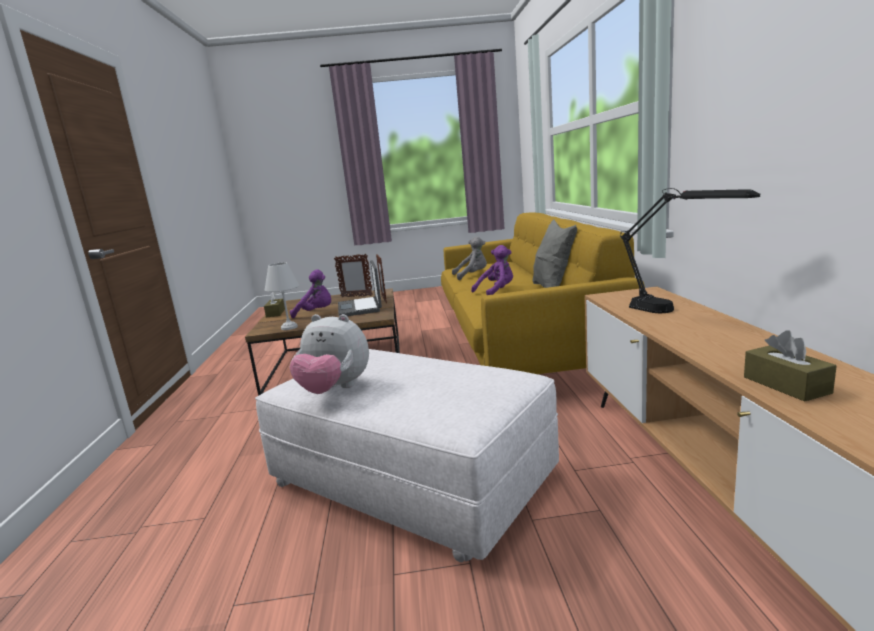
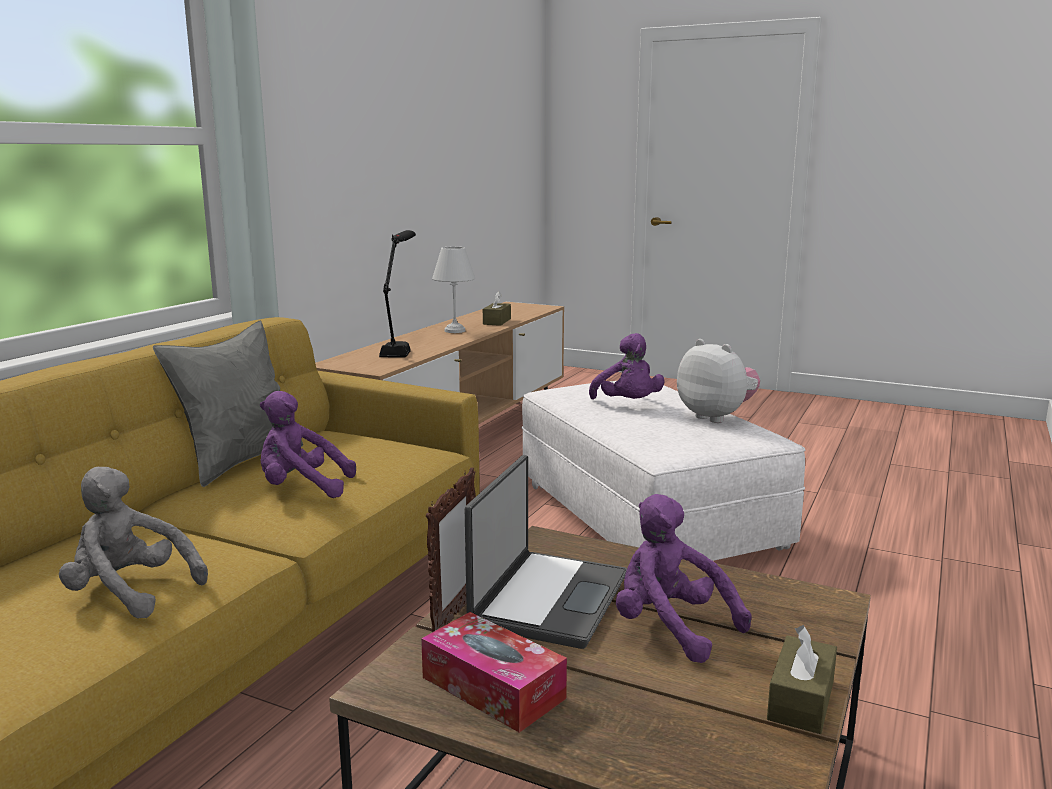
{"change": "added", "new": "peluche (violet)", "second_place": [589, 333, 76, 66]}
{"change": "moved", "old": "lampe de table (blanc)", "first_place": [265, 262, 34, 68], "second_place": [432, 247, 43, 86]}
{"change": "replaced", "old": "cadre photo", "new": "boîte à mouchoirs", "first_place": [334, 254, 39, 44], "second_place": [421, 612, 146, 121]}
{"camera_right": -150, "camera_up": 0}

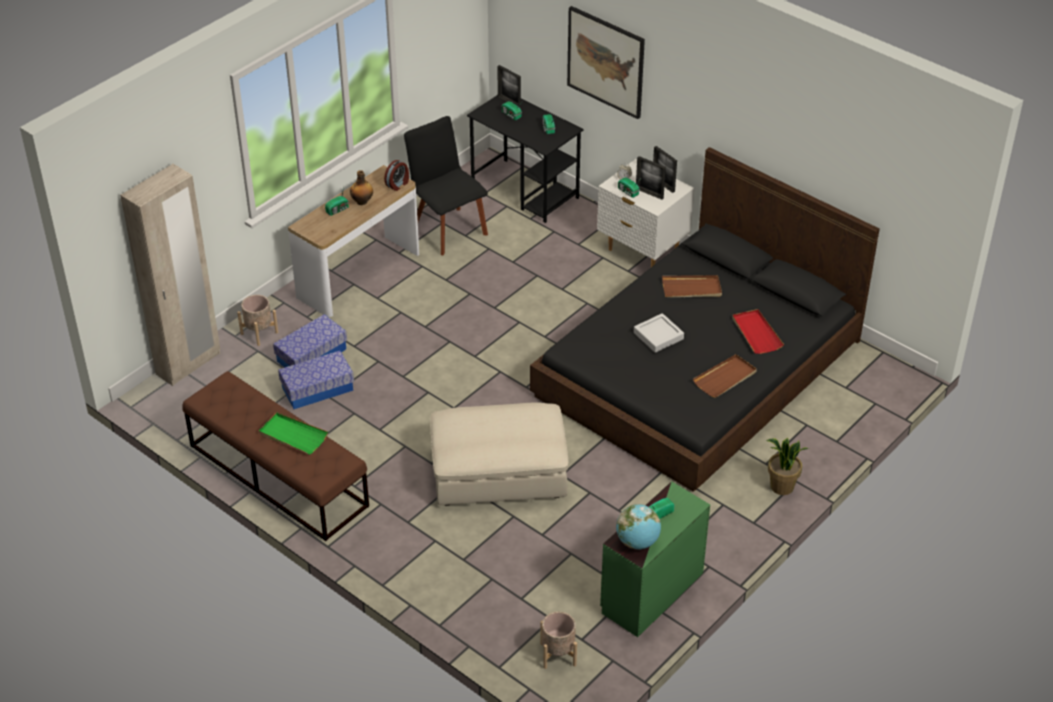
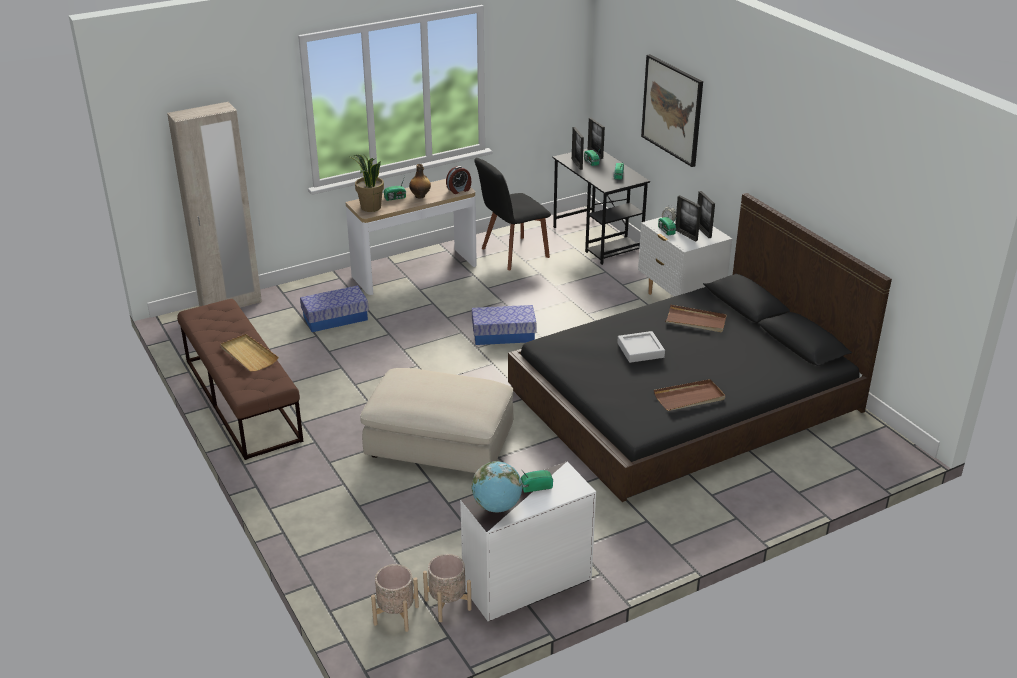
{"change": "removed", "old": "plateau (rouge)", "first_place": [732, 309, 52, 45]}
{"change": "added", "new": "cadre photo", "second_place": [572, 127, 12, 43]}
{"change": "moved", "old": "cache-pot (beige)", "first_place": [237, 295, 41, 51], "second_place": [423, 554, 49, 68]}
{"change": "moved", "old": "boîte de rangement", "first_place": [278, 351, 76, 58], "second_place": [472, 305, 65, 40]}
{"change": "moved", "old": "plante en pot", "first_place": [766, 438, 43, 57], "second_place": [349, 155, 35, 57]}
{"change": "recoloured", "old": "plateau (vert)", "new": "plateau (beige)", "first_place": [259, 412, 69, 42], "second_place": [220, 334, 58, 37]}
{"change": "recoloured", "old": "commode (vert)", "new": "commode (blanc)", "first_place": [600, 481, 110, 156], "second_place": [460, 461, 136, 160]}
{"change": "turned", "old": "chaise (noir)", "first_place": [404, 116, 84, 139], "second_place": [474, 158, 77, 112], "degrees": -105}
{"camera_right": 20, "camera_up": -10}

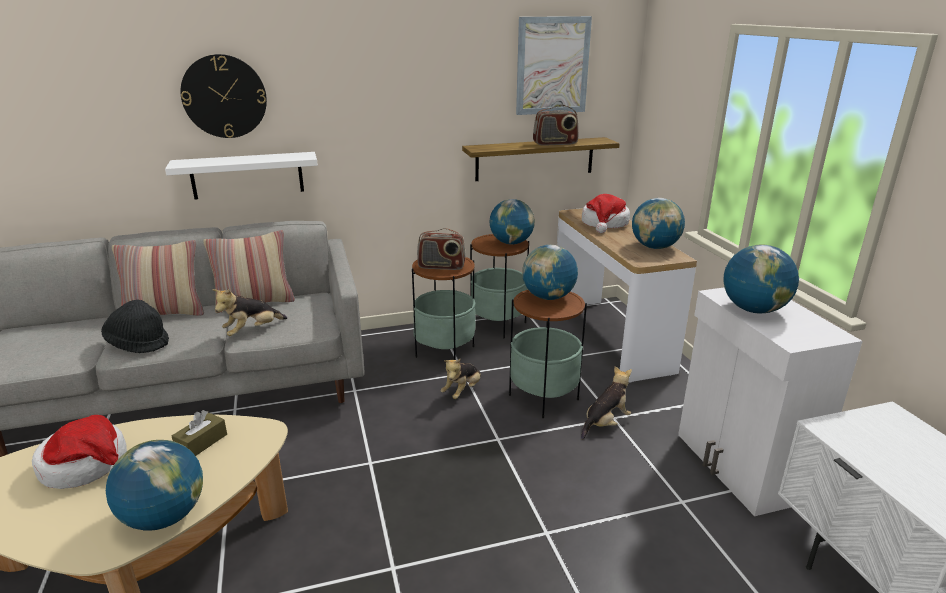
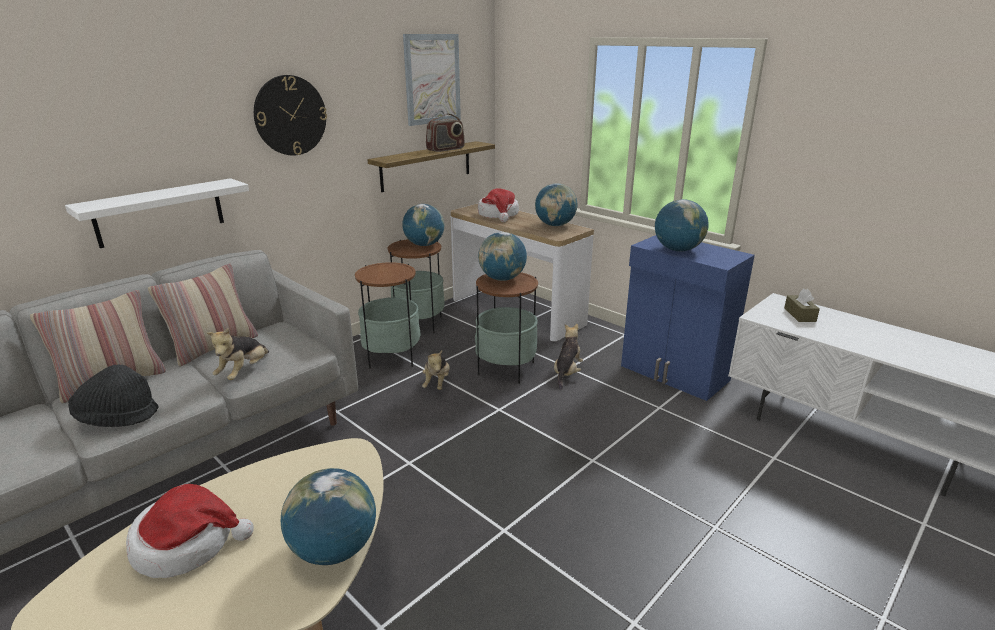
{"change": "removed", "old": "radio", "first_place": [417, 228, 49, 42]}
{"change": "moved", "old": "boîte à mouchoirs (marron)", "first_place": [172, 410, 55, 46], "second_place": [784, 289, 36, 33]}
{"change": "moved", "old": "horloge murale", "first_place": [180, 54, 87, 84], "second_place": [254, 75, 73, 81]}
{"change": "recoloured", "old": "meuble de rangement (blanc)", "new": "meuble de rangement (bleu)", "first_place": [678, 288, 185, 228], "second_place": [621, 235, 134, 166]}
{"camera_right": -30, "camera_up": 0}

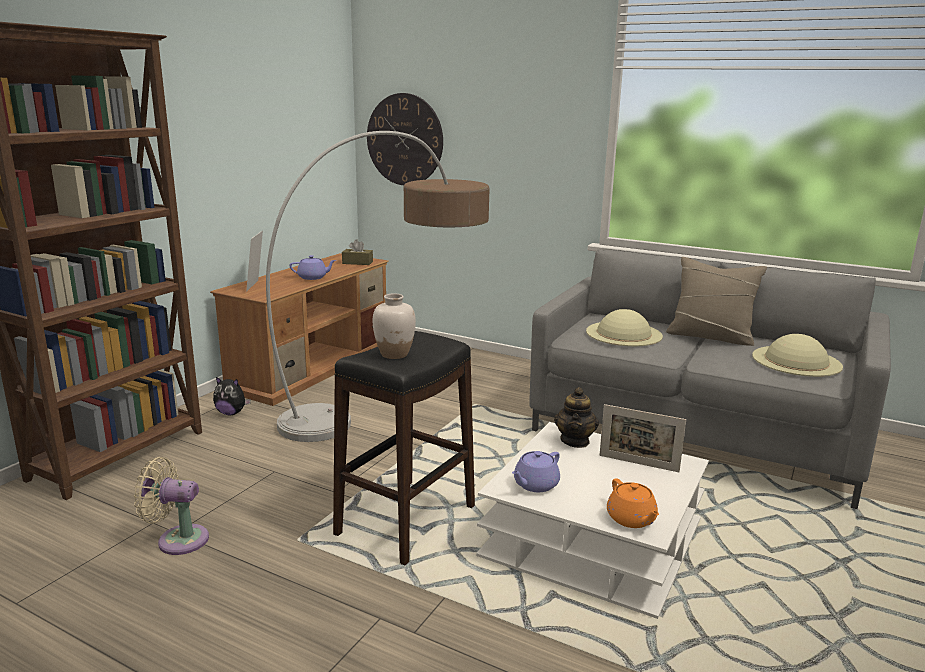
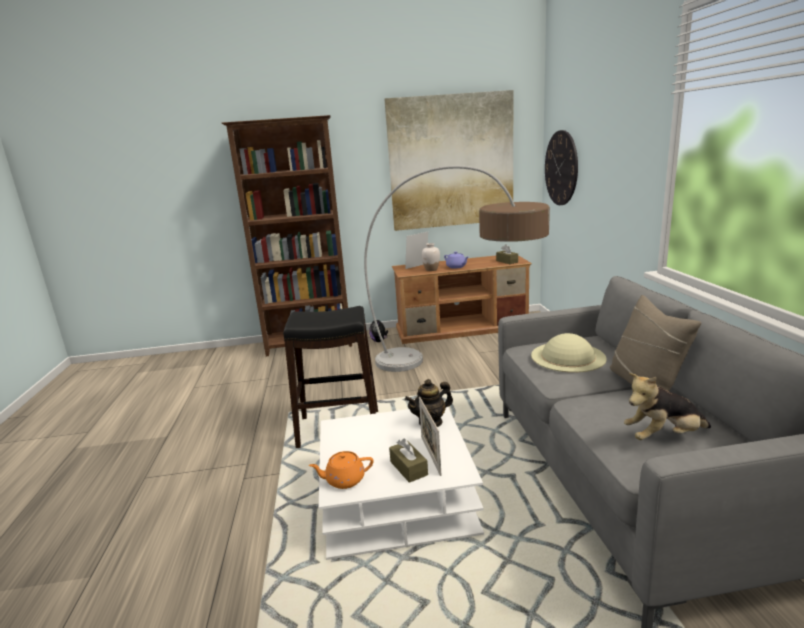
{"change": "removed", "old": "ventilateur (beige)", "first_place": [134, 457, 75, 98]}
{"change": "removed", "old": "théière (violet)", "first_place": [512, 451, 48, 41]}
{"change": "added", "new": "tableau", "second_place": [384, 90, 129, 141]}
{"change": "added", "new": "boîte à mouchoirs (marron)", "second_place": [389, 439, 39, 44]}
{"change": "moved", "old": "vase (blanc)", "first_place": [373, 293, 43, 66], "second_place": [422, 243, 18, 28]}
{"change": "replaced", "old": "chapeau (beige)", "new": "peluche", "first_place": [752, 334, 91, 43], "second_place": [624, 373, 87, 67]}
{"change": "turned", "old": "théière (orange)", "first_place": [607, 478, 52, 50], "second_place": [309, 451, 65, 38], "degrees": 45}
{"camera_right": 55, "camera_up": 0}

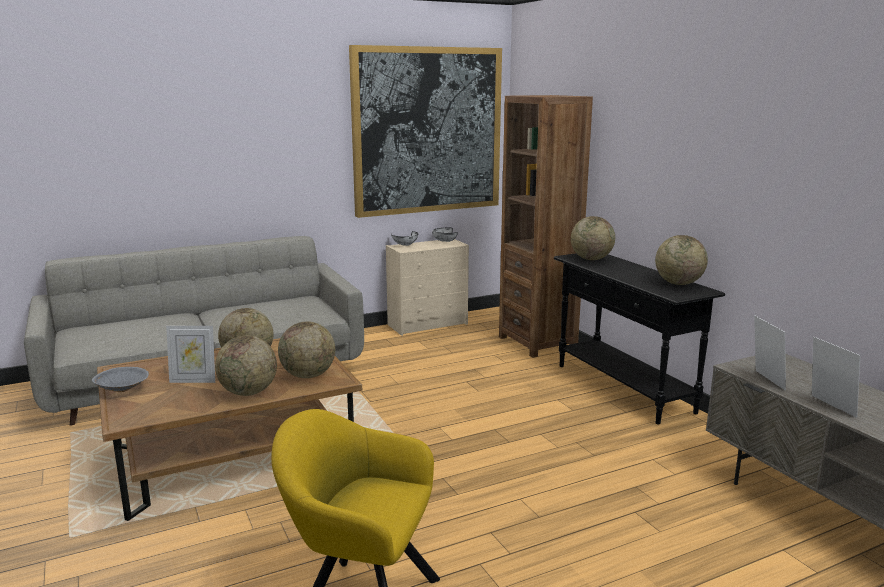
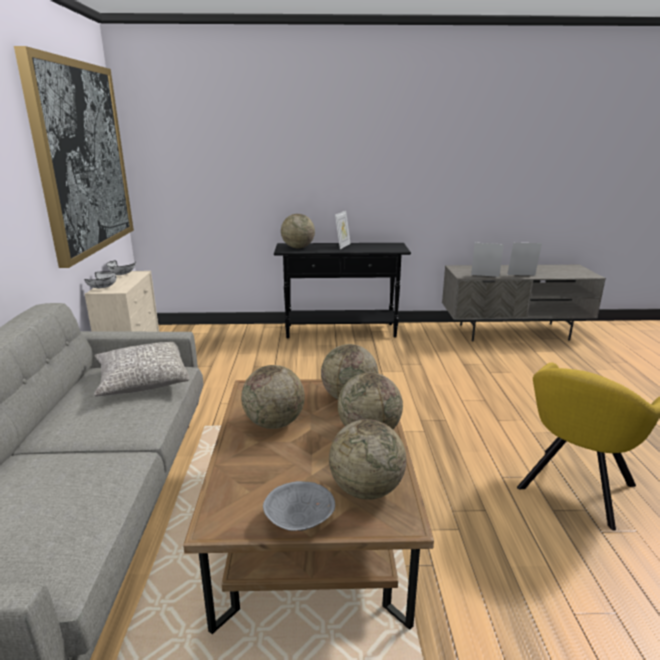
{"change": "removed", "old": "bibliothèque (marron)", "first_place": [499, 95, 94, 263]}
{"change": "added", "new": "coussin (gris)", "second_place": [94, 342, 96, 55]}
{"change": "moved", "old": "cadre photo", "first_place": [166, 326, 49, 57], "second_place": [335, 211, 16, 38]}
{"change": "moved", "old": "globe", "first_place": [655, 235, 53, 50], "second_place": [329, 419, 78, 81]}
{"camera_right": -65, "camera_up": 5}

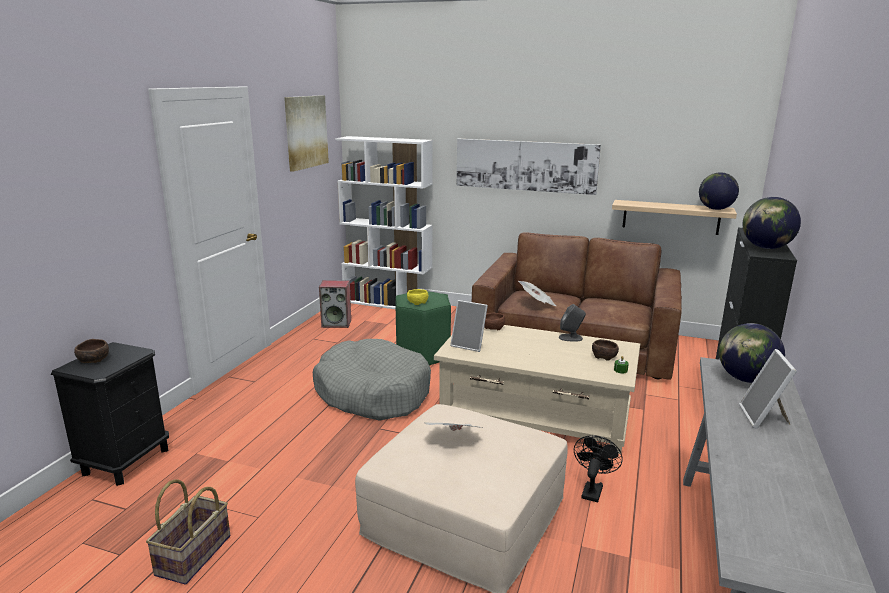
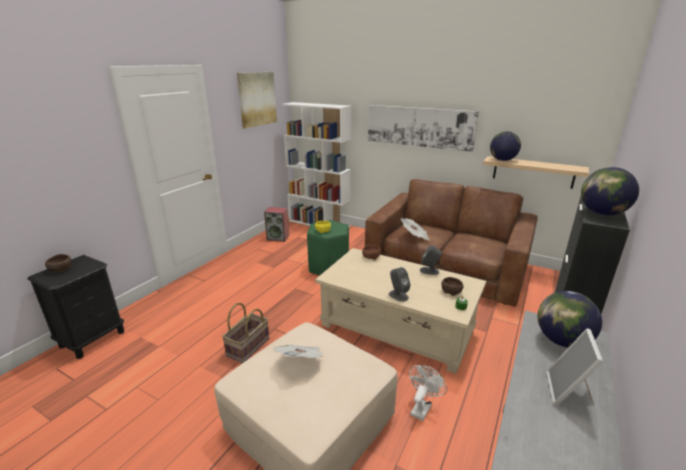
{"change": "removed", "old": "panier pour chien (gris)", "first_place": [313, 339, 118, 82]}
{"change": "removed", "old": "cadre photo", "first_place": [450, 300, 38, 52]}
{"change": "added", "new": "enceinte (gris)", "second_place": [389, 267, 21, 35]}
{"change": "moved", "old": "panier", "first_place": [146, 479, 85, 105], "second_place": [222, 303, 47, 60]}
{"change": "moved", "old": "globe", "first_place": [699, 172, 40, 38], "second_place": [490, 131, 31, 30]}
{"change": "recoloured", "old": "ventilateur (noir)", "new": "ventilateur (blanc)", "first_place": [574, 435, 49, 67], "second_place": [409, 365, 38, 56]}
{"camera_right": 10, "camera_up": 5}

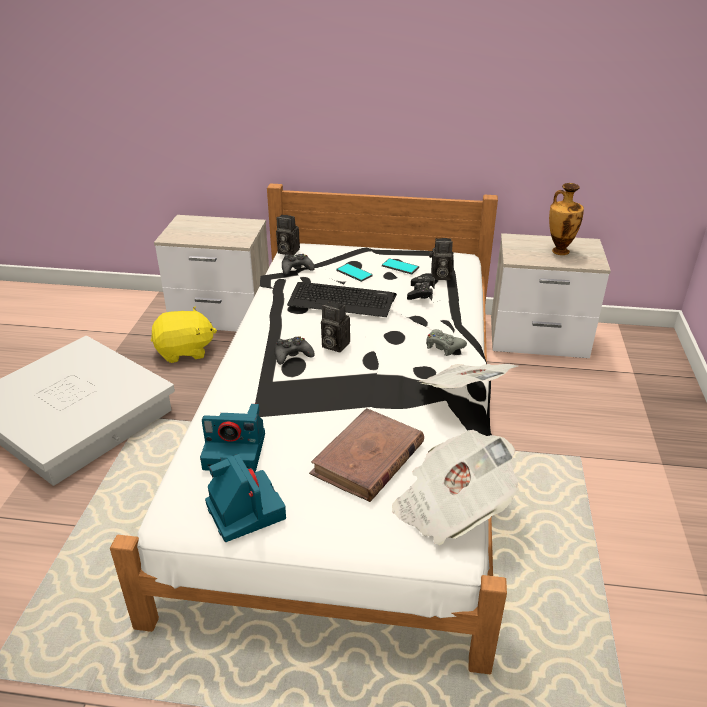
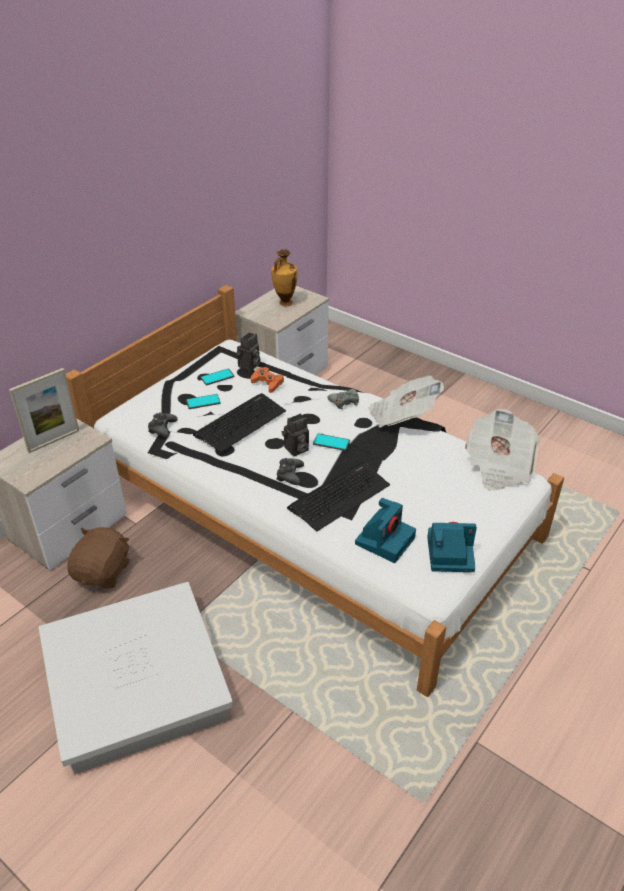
{"change": "removed", "old": "appareil photo", "first_place": [276, 215, 24, 41]}
{"change": "removed", "old": "livre (marron)", "first_place": [309, 408, 115, 94]}
{"change": "added", "new": "cadre photo", "second_place": [9, 368, 70, 85]}
{"change": "added", "new": "clavier", "second_place": [287, 462, 103, 69]}
{"change": "added", "new": "téléphone", "second_place": [313, 434, 37, 17]}
{"change": "recoloured", "old": "peluche (jaune)", "new": "peluche (marron)", "first_place": [151, 307, 66, 56], "second_place": [67, 527, 63, 61]}
{"change": "recoloured", "old": "manette (noir)", "new": "manette (orange)", "first_place": [407, 275, 28, 25], "second_place": [251, 367, 33, 26]}
{"camera_right": -60, "camera_up": 5}

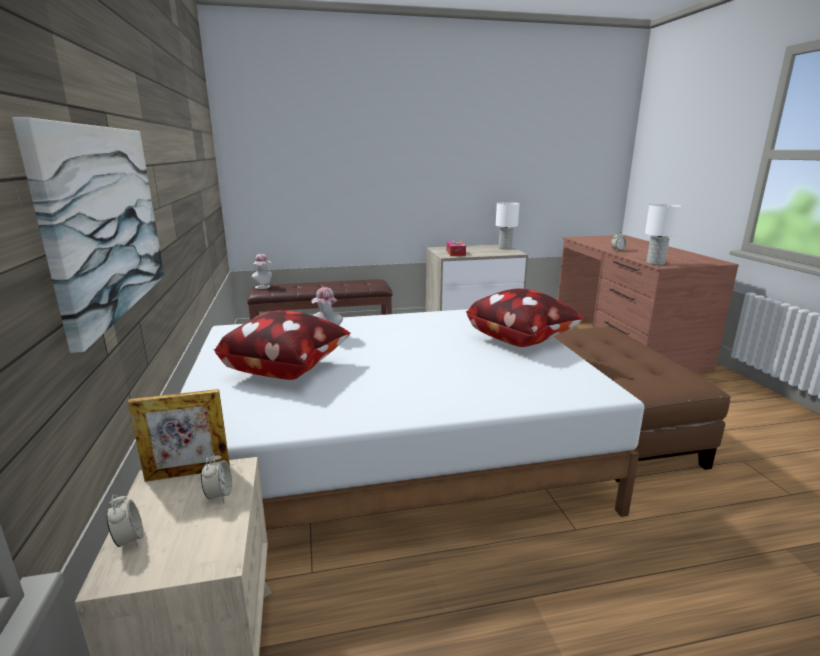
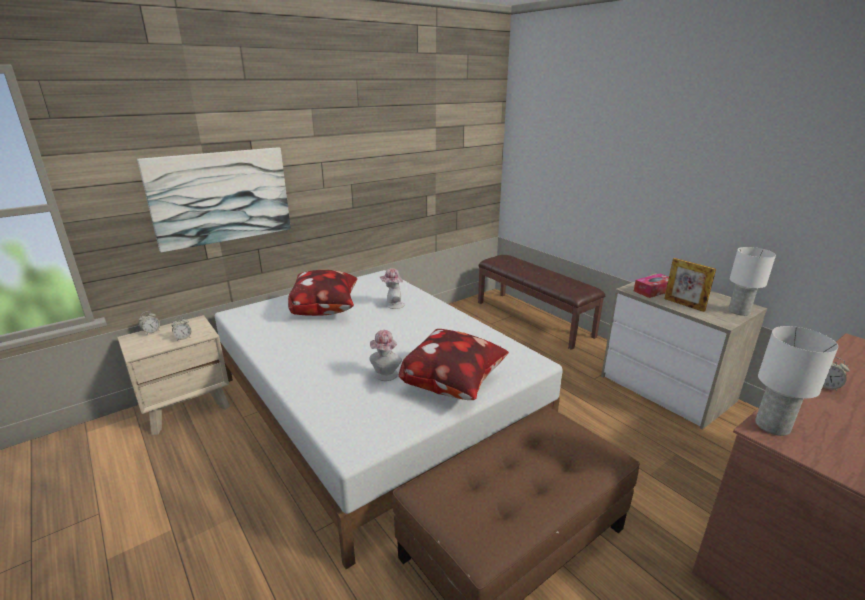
{"change": "moved", "old": "cadre photo", "first_place": [128, 389, 102, 93], "second_place": [664, 258, 52, 54]}
{"change": "moved", "old": "chapeau", "first_place": [251, 254, 21, 35], "second_place": [369, 330, 33, 51]}
{"camera_right": 65, "camera_up": 5}

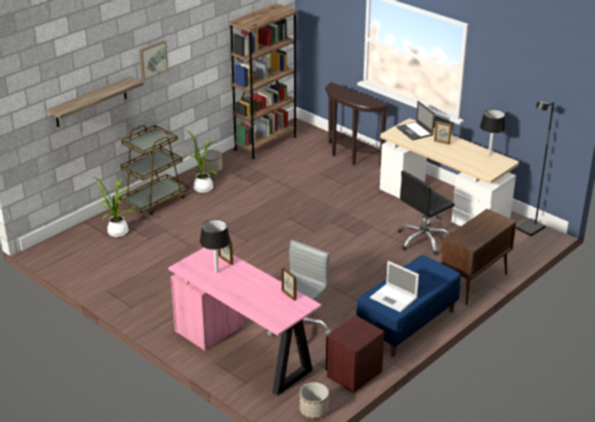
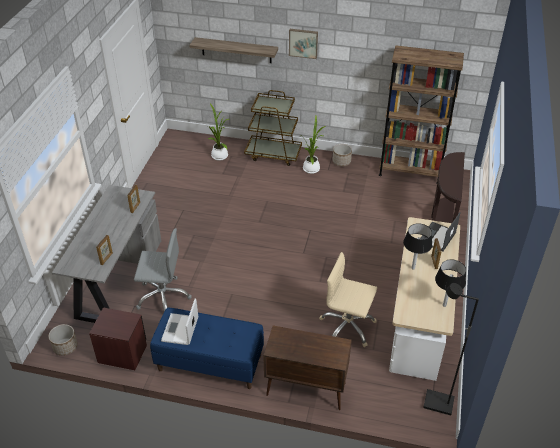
{"change": "moved", "old": "lampe de table (noir)", "first_place": [200, 219, 31, 54], "second_place": [403, 223, 29, 47]}
{"change": "recoloured", "old": "bureau (rose)", "new": "bureau (gris)", "first_place": [168, 248, 154, 148], "second_place": [52, 185, 109, 138]}
{"change": "recoloured", "old": "chaise de bureau (noir)", "new": "chaise de bureau (beige)", "first_place": [398, 171, 57, 84], "second_place": [319, 252, 58, 95]}
{"camera_right": 60, "camera_up": 10}

